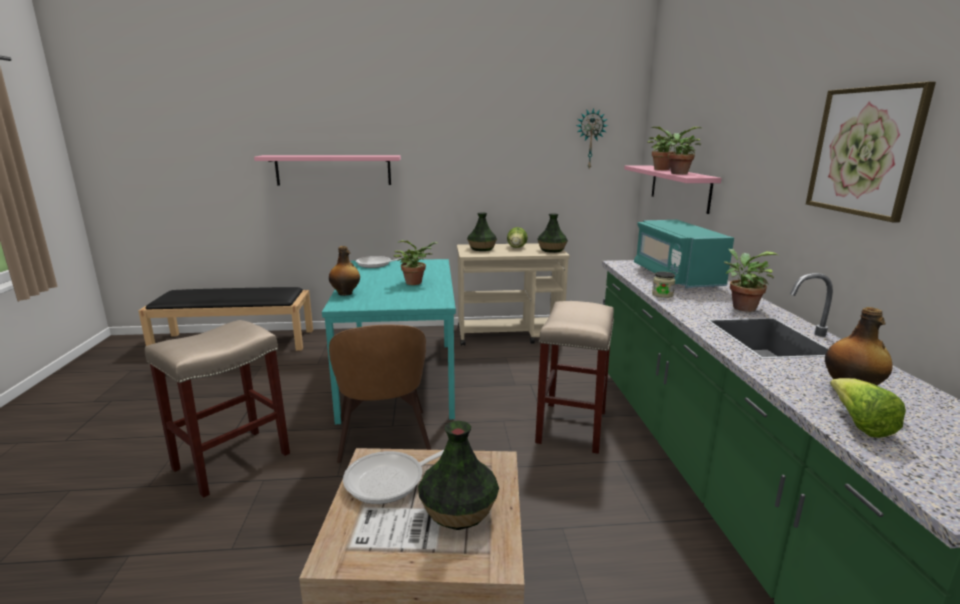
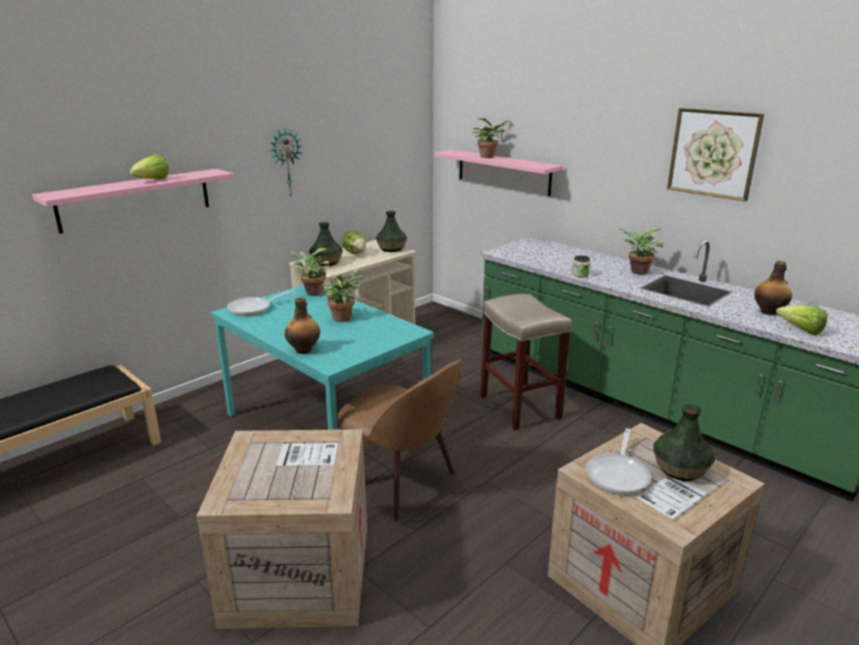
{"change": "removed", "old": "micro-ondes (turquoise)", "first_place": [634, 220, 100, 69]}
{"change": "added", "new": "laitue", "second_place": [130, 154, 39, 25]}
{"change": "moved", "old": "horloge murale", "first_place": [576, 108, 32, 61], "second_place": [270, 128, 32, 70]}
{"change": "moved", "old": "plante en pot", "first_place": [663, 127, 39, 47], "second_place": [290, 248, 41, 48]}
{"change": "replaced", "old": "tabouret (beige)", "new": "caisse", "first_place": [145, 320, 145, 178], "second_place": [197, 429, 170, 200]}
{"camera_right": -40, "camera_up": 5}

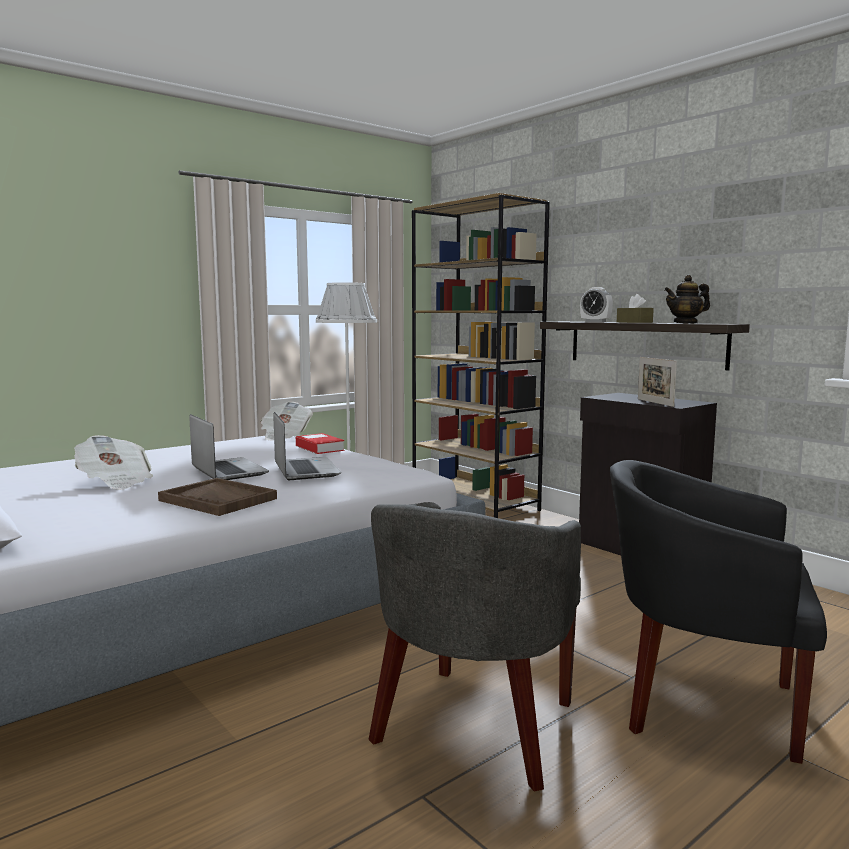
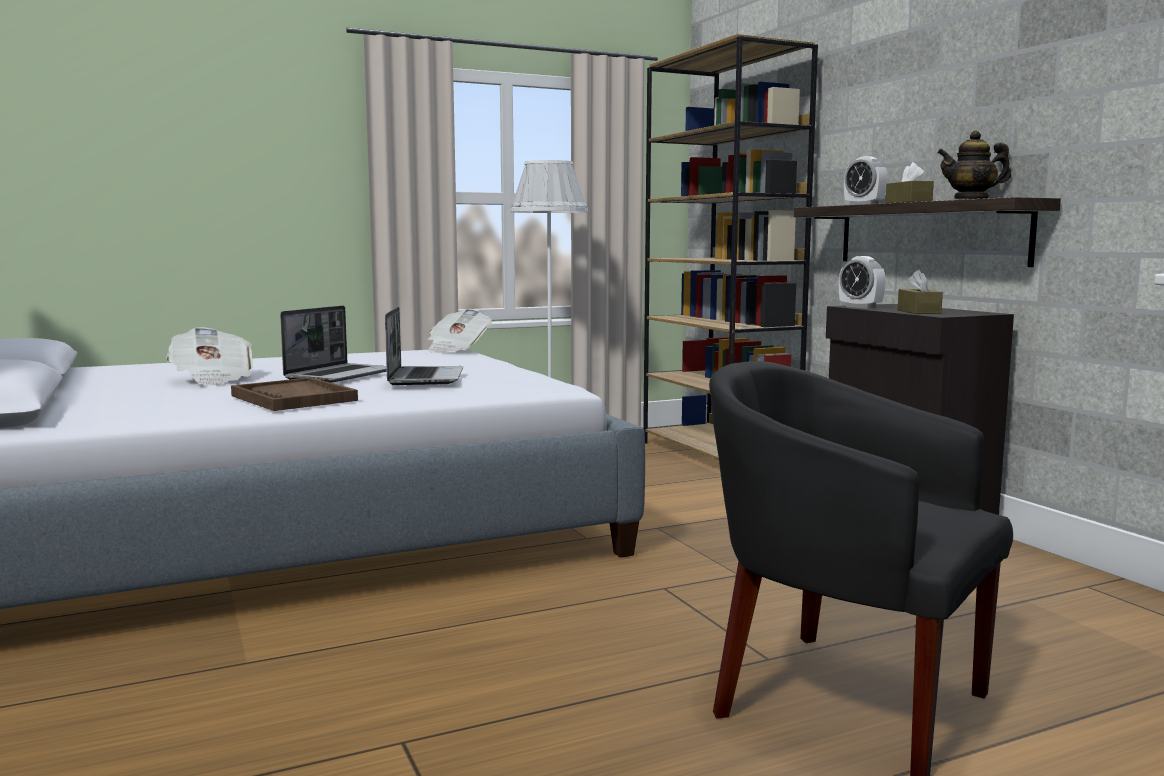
{"change": "removed", "old": "livre", "first_place": [296, 433, 48, 21]}
{"change": "removed", "old": "fauteuil (gris)", "first_place": [369, 502, 212, 289]}
{"change": "added", "new": "réveil", "second_place": [839, 256, 47, 52]}
{"change": "replaced", "old": "cadre photo", "new": "boîte à mouchoirs (marron)", "first_place": [638, 357, 39, 50], "second_place": [897, 269, 46, 45]}
{"change": "turned", "old": "ordinateur portable", "first_place": [189, 414, 80, 66], "second_place": [280, 306, 107, 77], "degrees": 45}
{"camera_right": 15, "camera_up": 0}

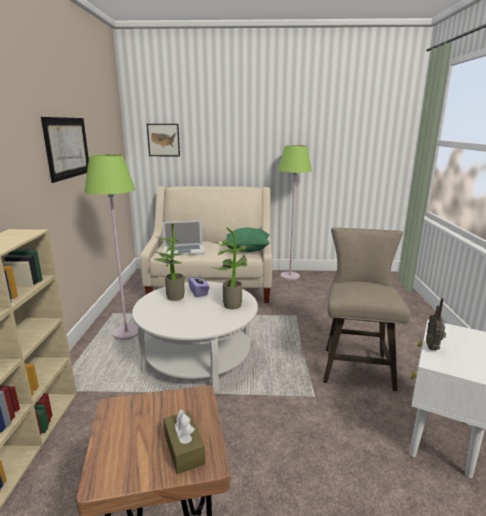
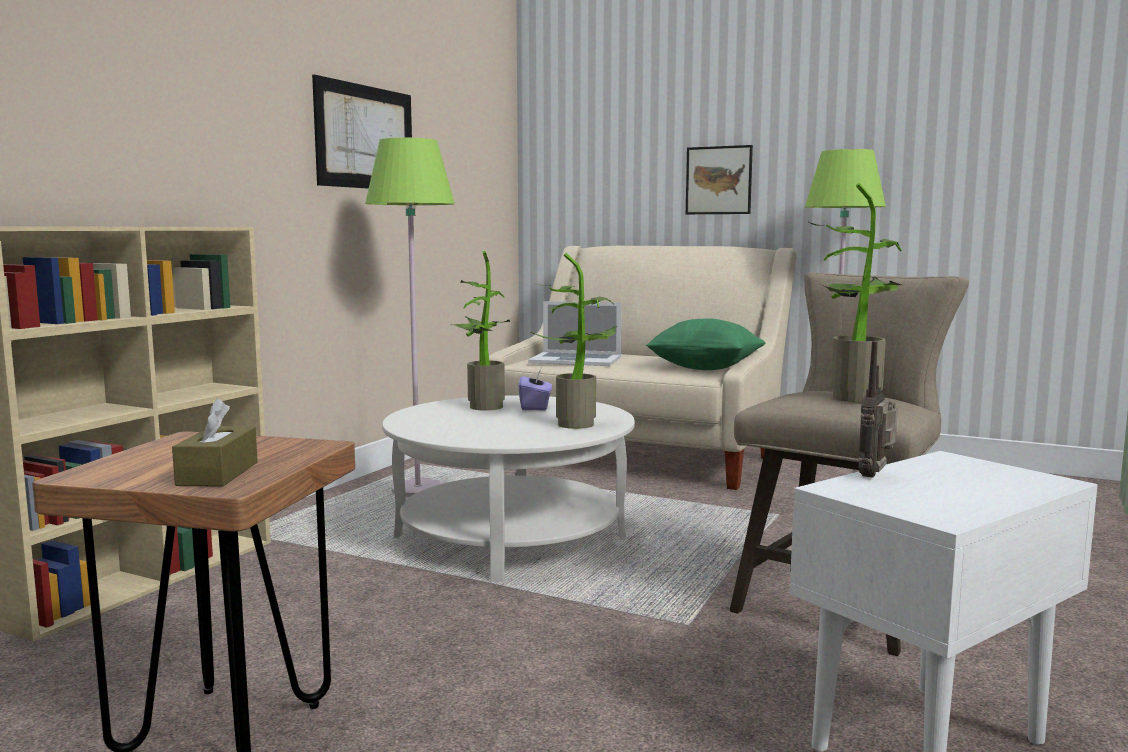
{"change": "added", "new": "plante en pot", "second_place": [809, 183, 93, 220]}
{"change": "moved", "old": "tableau", "first_place": [147, 124, 33, 32], "second_place": [686, 145, 67, 69]}
{"camera_right": 25, "camera_up": -10}

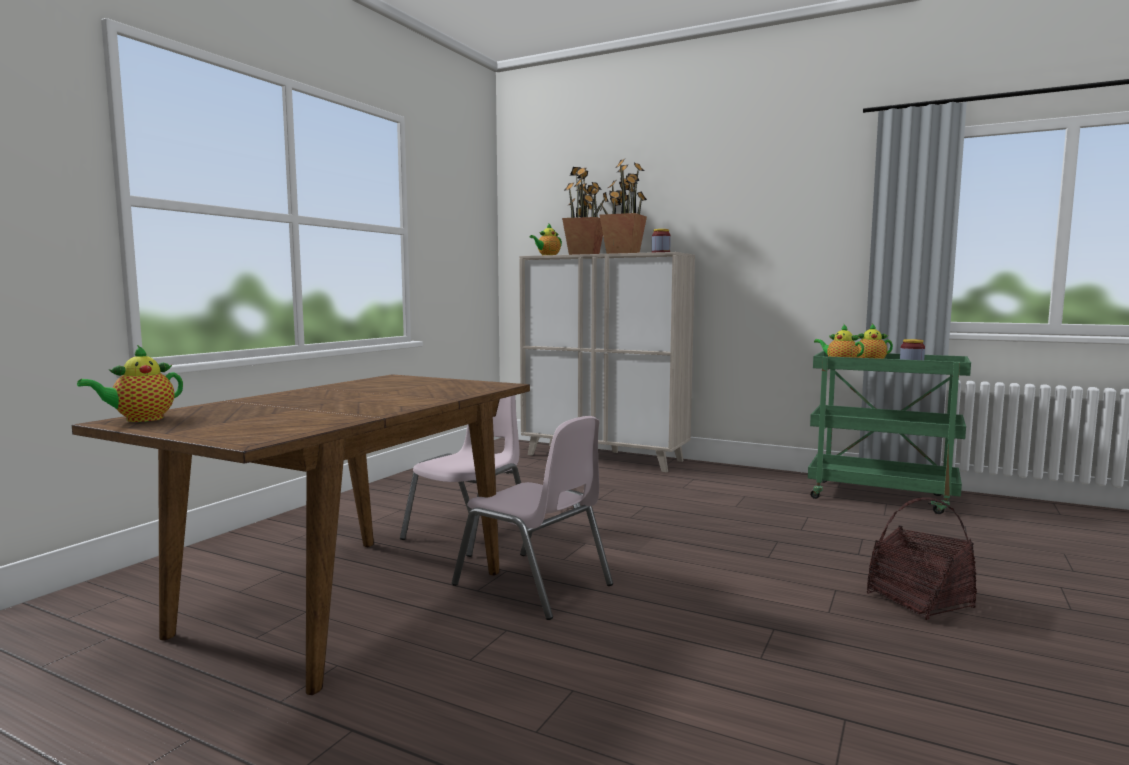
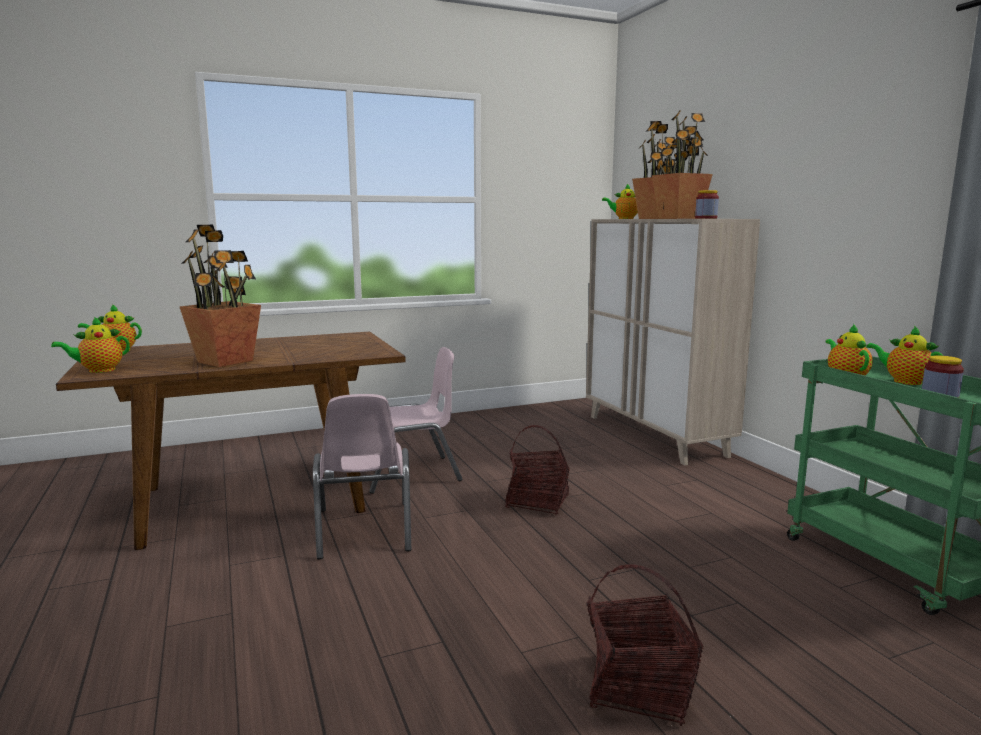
{"change": "added", "new": "théière", "second_place": [51, 317, 79, 56]}
{"change": "added", "new": "plante en pot", "second_place": [179, 225, 82, 142]}
{"change": "added", "new": "panier", "second_place": [505, 425, 65, 90]}
{"camera_right": 40, "camera_up": 5}

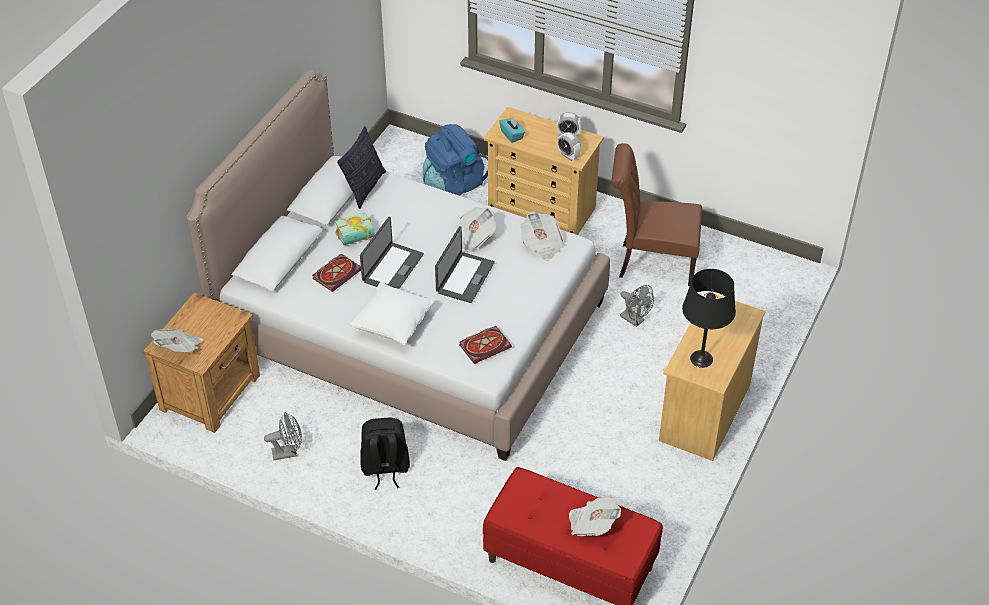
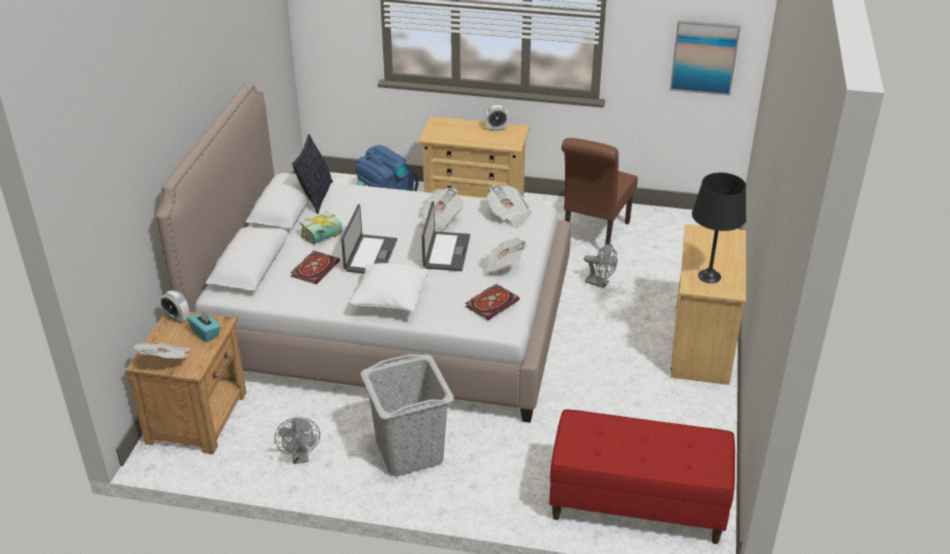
{"change": "added", "new": "tableau", "second_place": [670, 20, 70, 76]}
{"change": "moved", "old": "boîte à mouchoirs (turquoise)", "first_place": [499, 116, 26, 27], "second_place": [187, 310, 34, 32]}
{"change": "moved", "old": "réveil", "first_place": [558, 132, 22, 29], "second_place": [161, 290, 29, 33]}
{"change": "moved", "old": "journal", "first_place": [569, 497, 52, 39], "second_place": [477, 238, 50, 37]}
{"change": "replaced", "old": "sac à dos (noir)", "new": "panier à linge (gris)", "first_place": [360, 417, 50, 73], "second_place": [361, 354, 93, 122]}
{"change": "turned", "old": "ventilateur (gris)", "first_place": [264, 412, 38, 48], "second_place": [275, 417, 45, 47], "degrees": 105}
{"change": "turned", "old": "chaise (marron)", "first_place": [611, 143, 91, 143], "second_place": [561, 138, 77, 107], "degrees": -60}
{"camera_right": -15, "camera_up": -10}

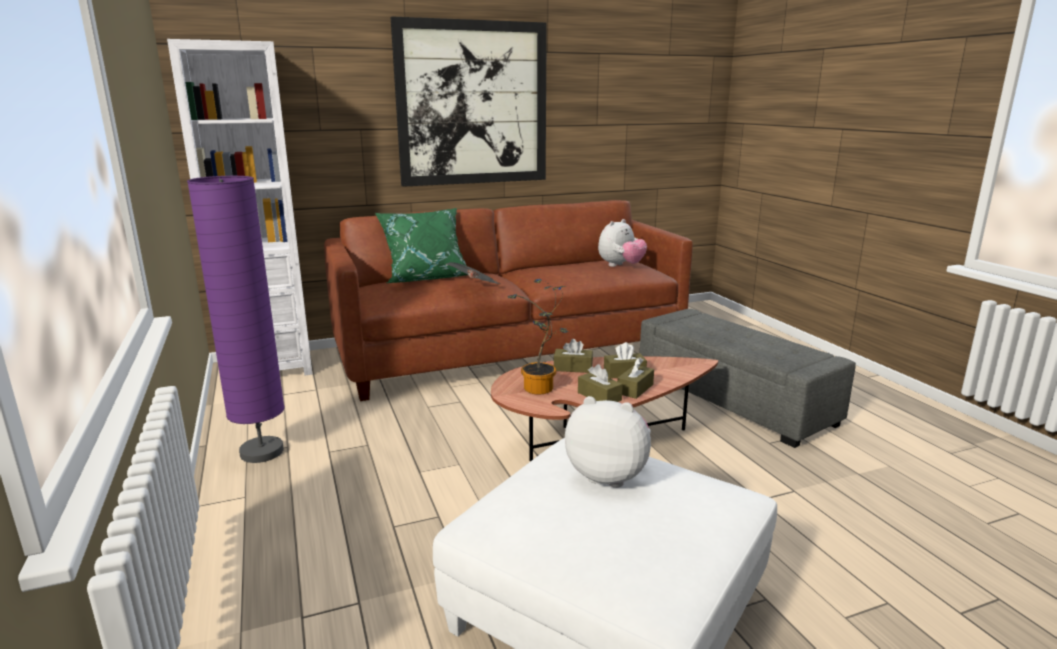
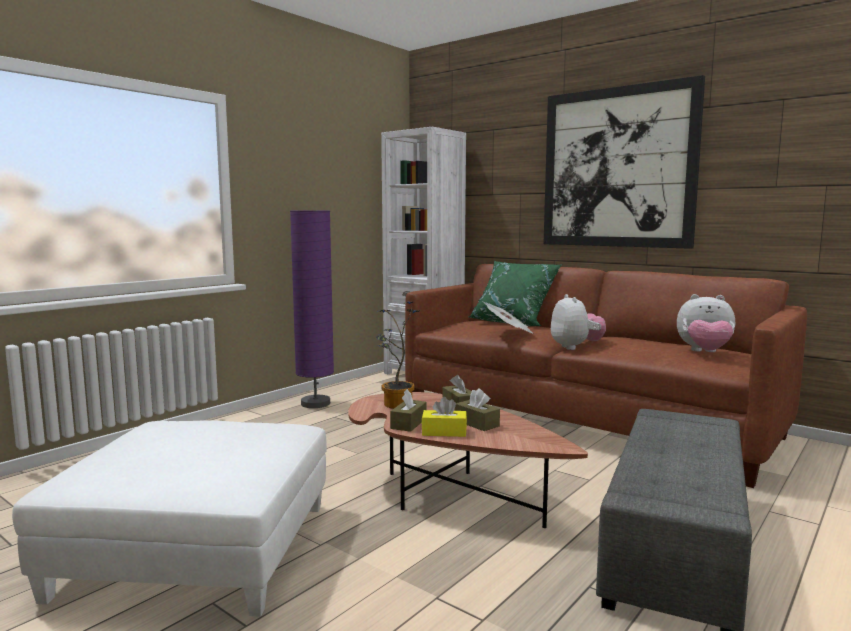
{"change": "moved", "old": "peluche", "first_place": [565, 396, 86, 92], "second_place": [551, 294, 55, 56]}
{"change": "recoloured", "old": "boîte à mouchoirs (marron)", "new": "boîte à mouchoirs (jaune)", "first_place": [617, 357, 37, 42], "second_place": [421, 397, 46, 40]}
{"camera_right": 60, "camera_up": -10}

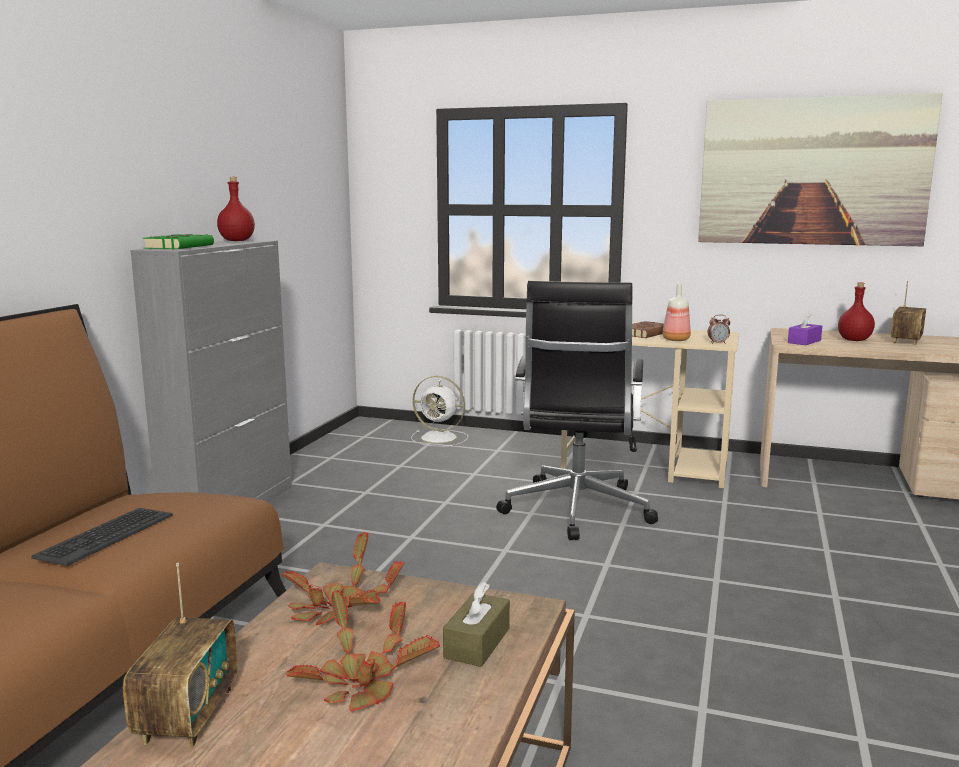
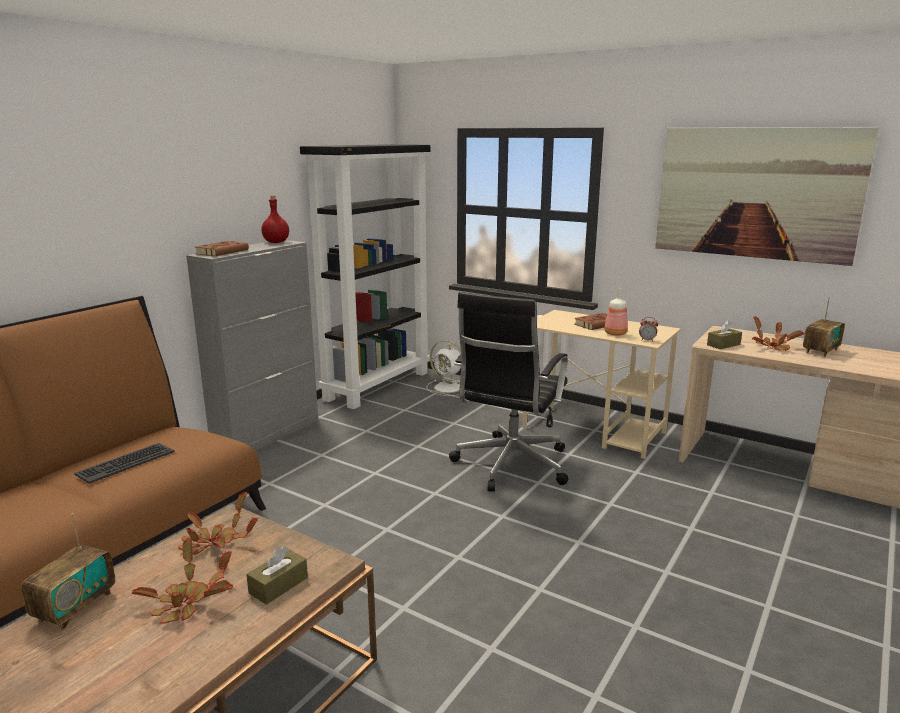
{"change": "added", "new": "bibliothèque (noir)", "second_place": [300, 144, 130, 265]}
{"change": "replaced", "old": "bouteille (rouge)", "new": "plante en pot", "first_place": [838, 282, 37, 59], "second_place": [752, 316, 53, 35]}
{"change": "recoloured", "old": "livre (vert)", "new": "livre (marron)", "first_place": [143, 234, 71, 15], "second_place": [195, 241, 54, 15]}
{"change": "recoloured", "old": "boîte à mouchoirs (violet)", "new": "boîte à mouchoirs (marron)", "first_place": [788, 312, 34, 33], "second_place": [707, 320, 35, 29]}
{"camera_right": 15, "camera_up": 5}

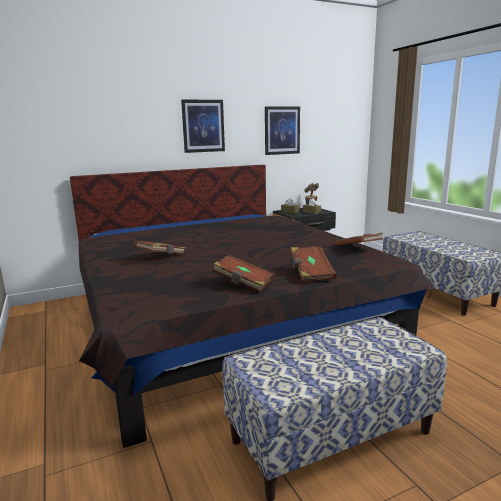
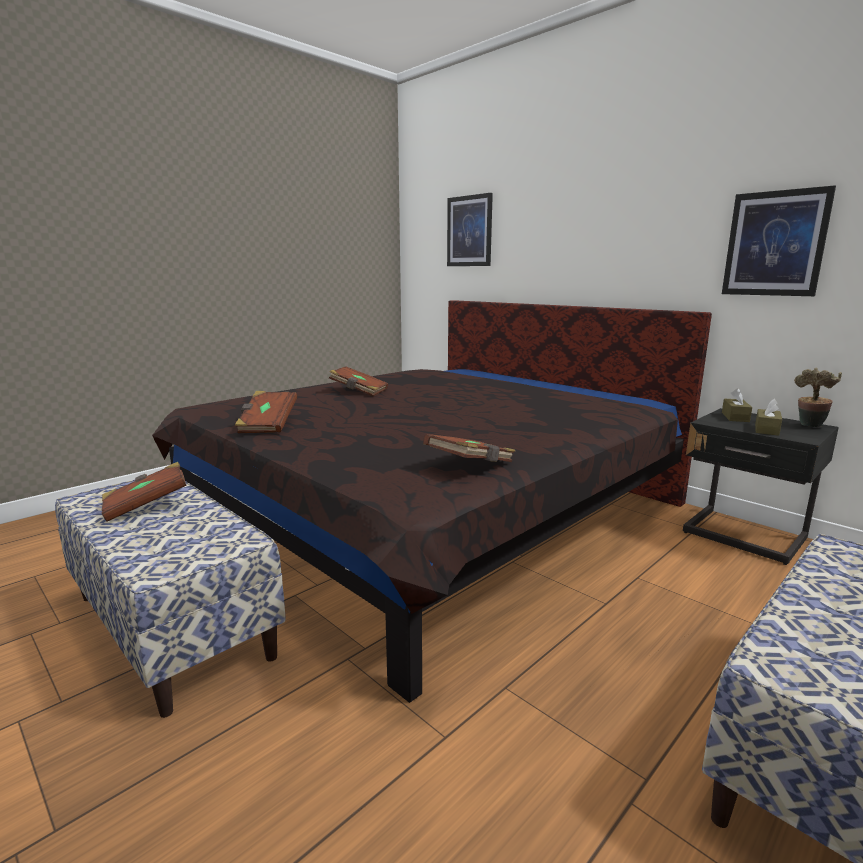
{"change": "moved", "old": "tableau", "first_place": [181, 99, 44, 54], "second_place": [447, 193, 46, 73]}
{"change": "moved", "old": "livre (marron)", "first_place": [291, 246, 45, 37], "second_place": [102, 462, 85, 60]}
{"camera_right": 70, "camera_up": 0}

